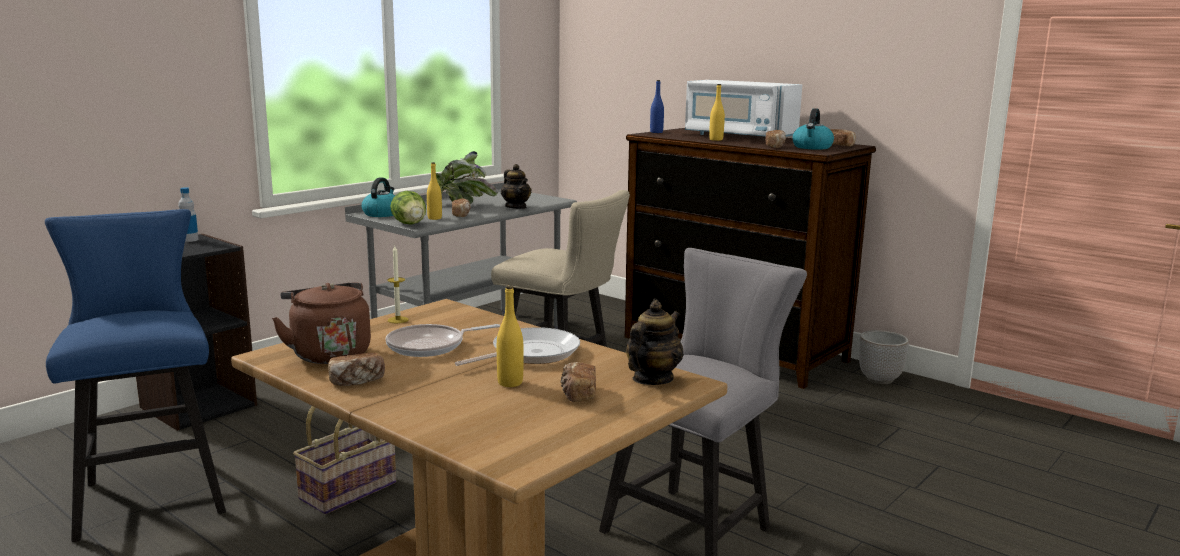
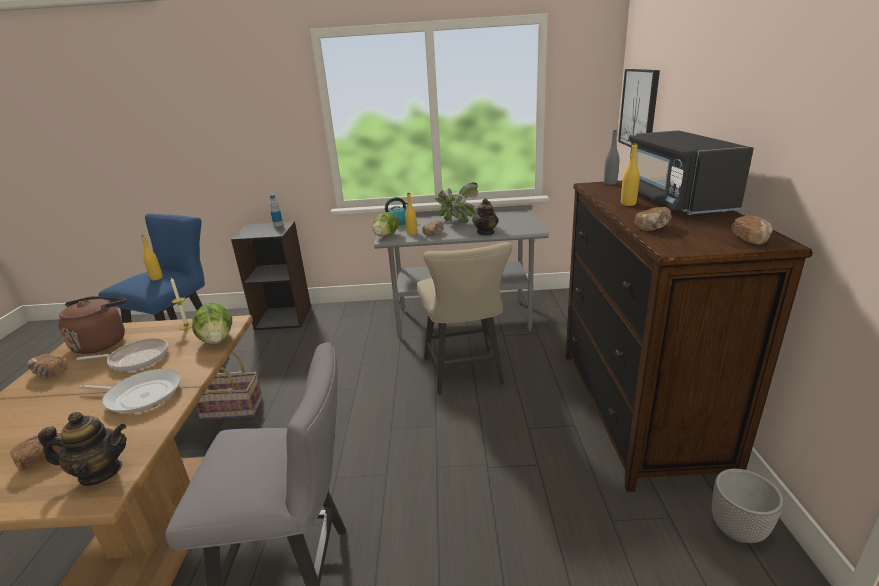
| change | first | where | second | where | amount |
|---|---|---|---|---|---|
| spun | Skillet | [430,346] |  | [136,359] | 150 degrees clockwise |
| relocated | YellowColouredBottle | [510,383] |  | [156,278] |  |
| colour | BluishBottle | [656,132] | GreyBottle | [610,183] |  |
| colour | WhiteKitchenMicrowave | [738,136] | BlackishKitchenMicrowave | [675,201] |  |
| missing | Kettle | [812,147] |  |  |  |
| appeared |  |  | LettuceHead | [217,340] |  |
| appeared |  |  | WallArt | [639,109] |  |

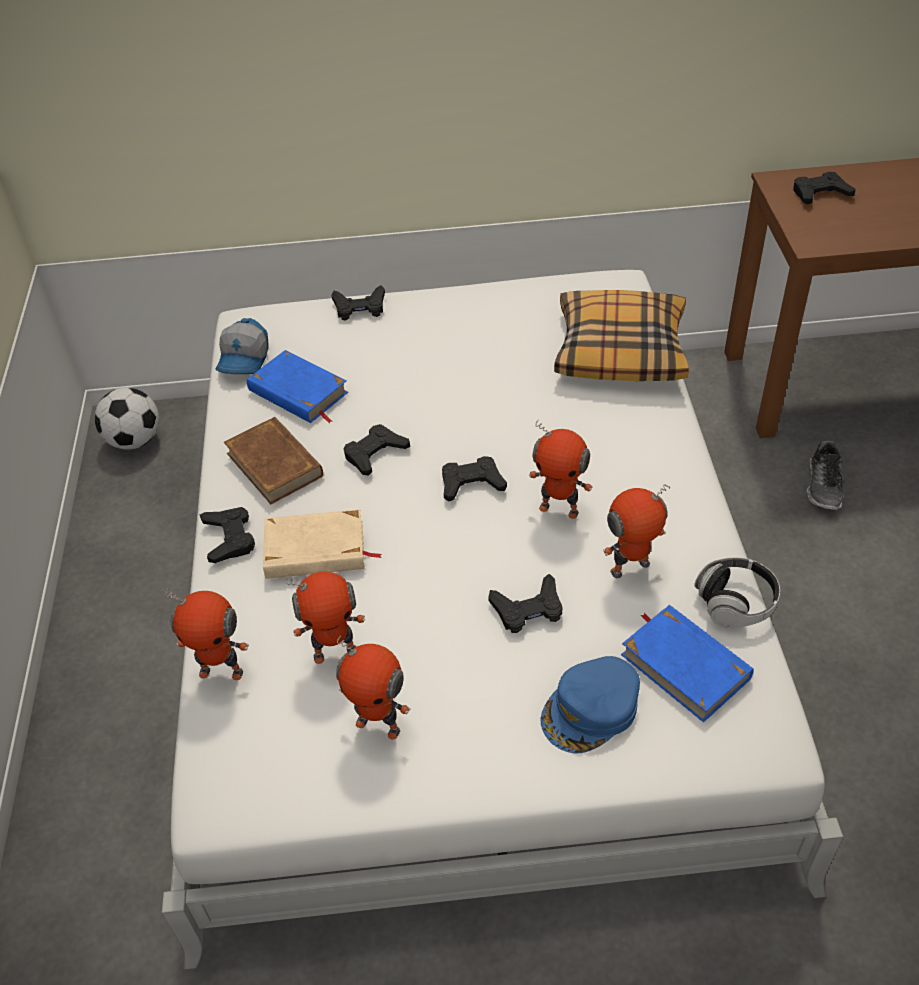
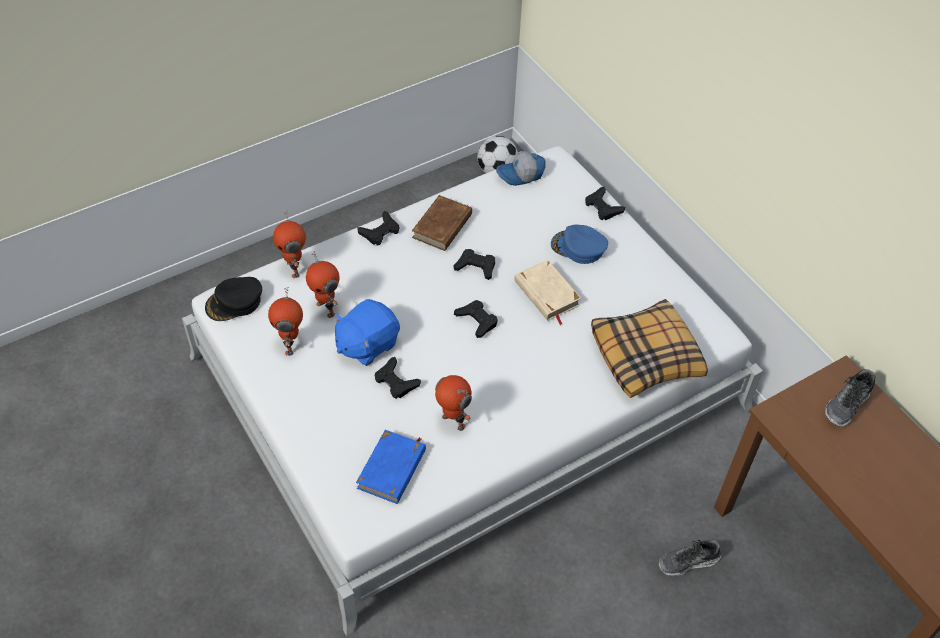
| change | first | where | second | where | amount |
|---|---|---|---|---|---|
| missing | BluishVolume | [298,392] |  |  |  |
| relocated | BeigeVolume | [315,550] |  | [546,294] |  |
| missing | RobotFigure | [559,508] |  |  |  |
| relocated | BluishPeakedCap | [591,710] |  | [578,247] |  |
| missing | PairOfHeadphones | [735,603] |  |  |  |
| exchanged | BlackishGameController | [820,193] | LowShoe | [847,405] |  |
| appeared |  |  | BlackishPeakedCap | [234,303] |  |
| appeared |  |  | BluishSoftToy | [367,344] |  |

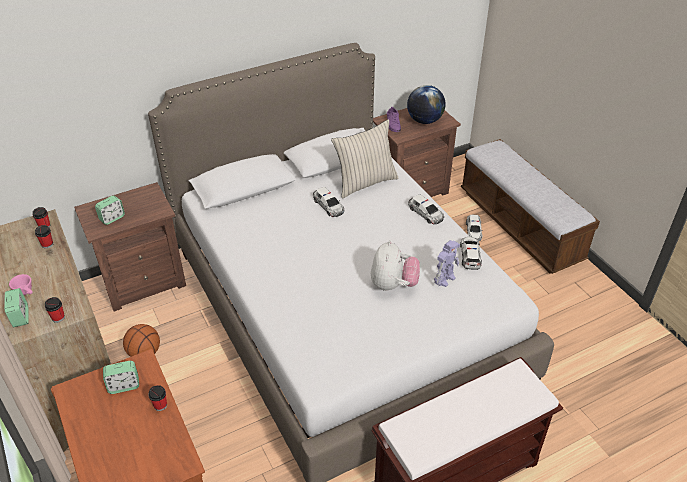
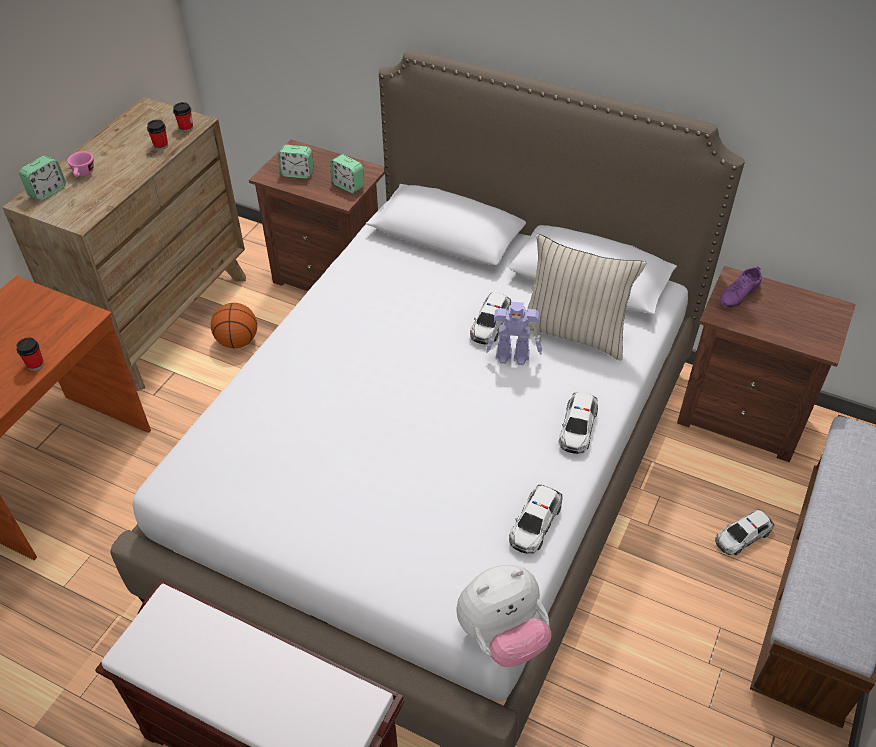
| change | first | where | second | where | amount |
|---|---|---|---|---|---|
| missing | DrinkingCup | [58,318] |  |  |  |
| relocated | TableClock | [124,386] |  | [348,186] |  |
| relocated | SoftToy | [393,285] |  | [502,635] |  |
| missing | Globe | [424,120] |  |  |  |
| relocated | RobotFigure | [445,278] |  | [513,356] |  |
| spun | MiniatureCar | [470,256] |  | [535,523] | 150 degrees clockwise |

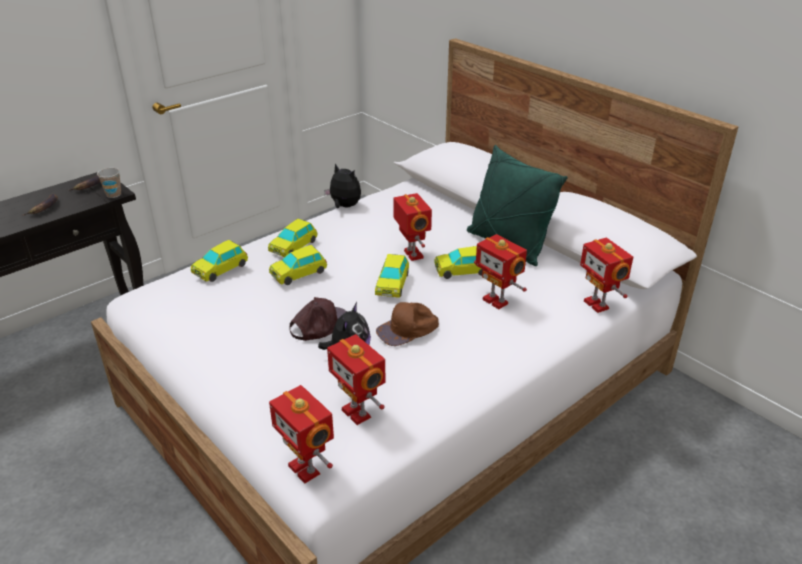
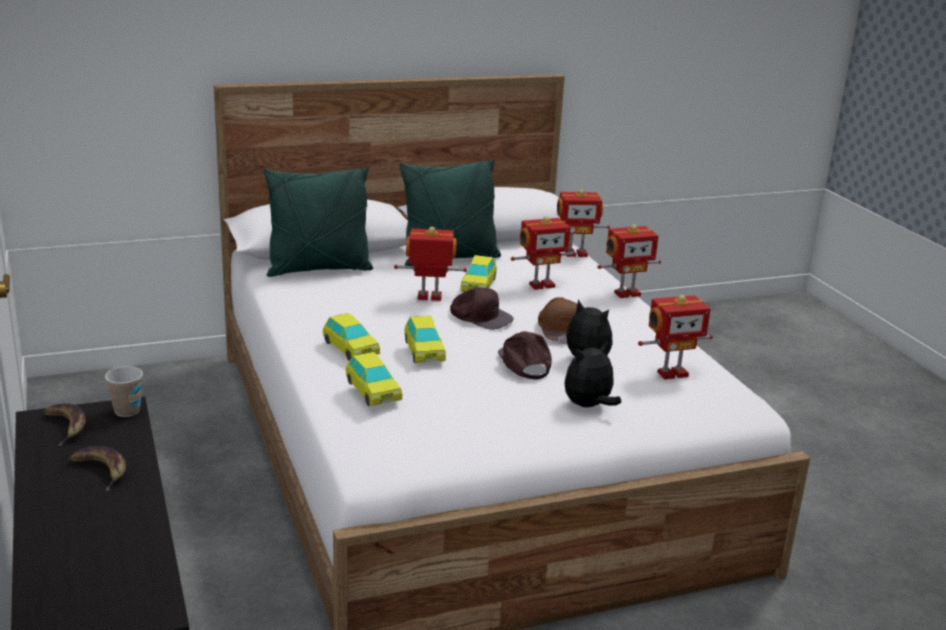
| change | first | where | second | where | amount |
|---|---|---|---|---|---|
| relocated | RobotFigure | [306,469] |  | [626,293] |  |
| relocated | SoftToy | [344,206] |  | [588,406] |  |
| exchanged | MiniatureCar | [392,284] | BrownPeakedCap | [480,316] |  |
| appeared |  |  | GreenishCushion | [319,269] |  |

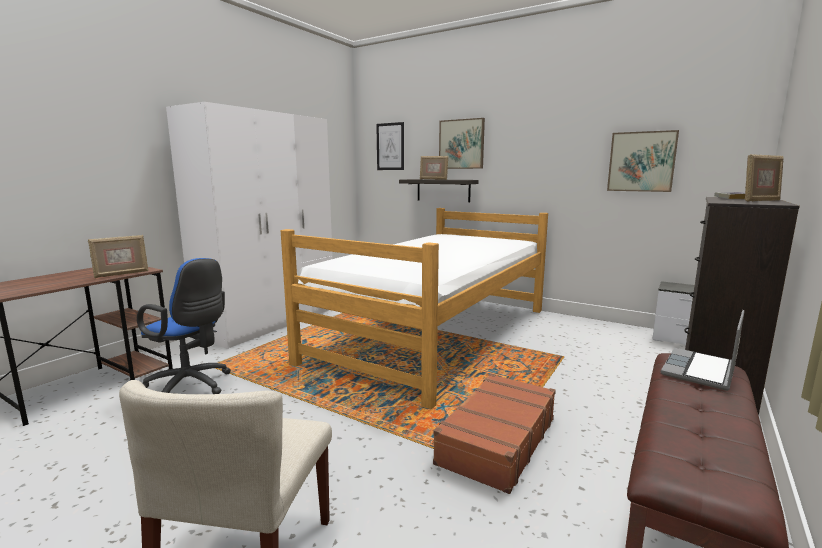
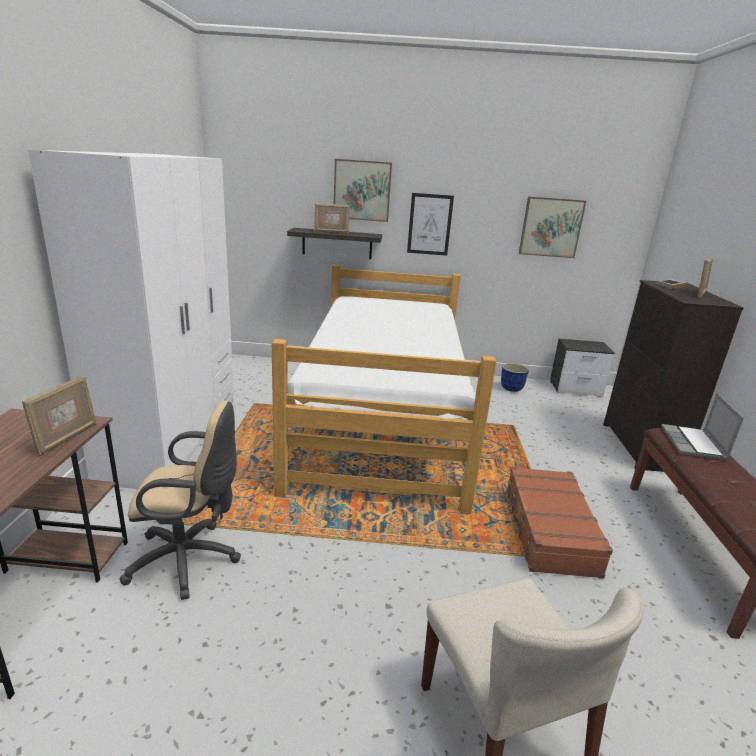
| change | first | where | second | where | amount |
|---|---|---|---|---|---|
| colour | BluishDeskChair | [191,387] | BeigeDeskChair | [189,560] |  |
| relocated | WallArt | [390,146] |  | [429,224] |  |
| appeared |  |  | PlantPot | [511,389] |  |

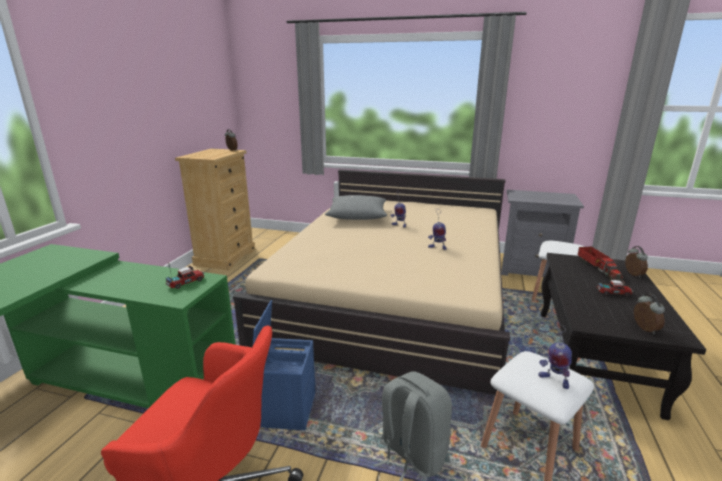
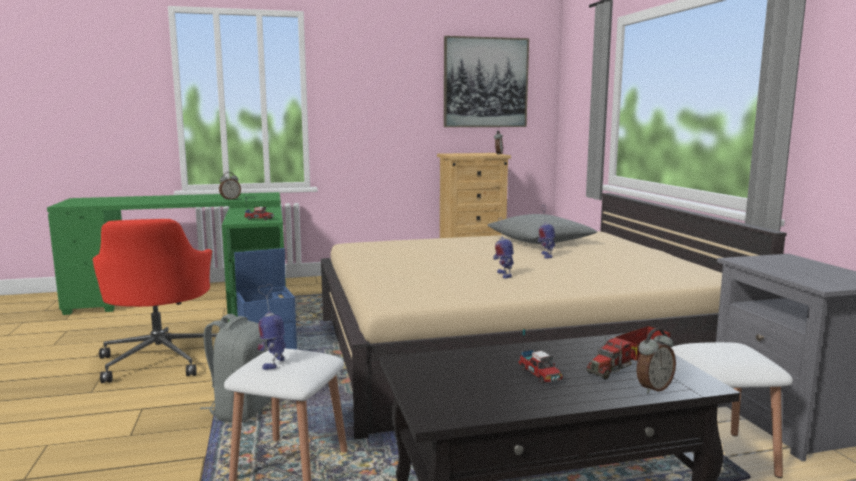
| change | first | where | second | where | amount |
|---|---|---|---|---|---|
| relocated | TableClock | [644,329] |  | [230,199] |  |
| appeared |  |  | WallArt | [485,82] |  |

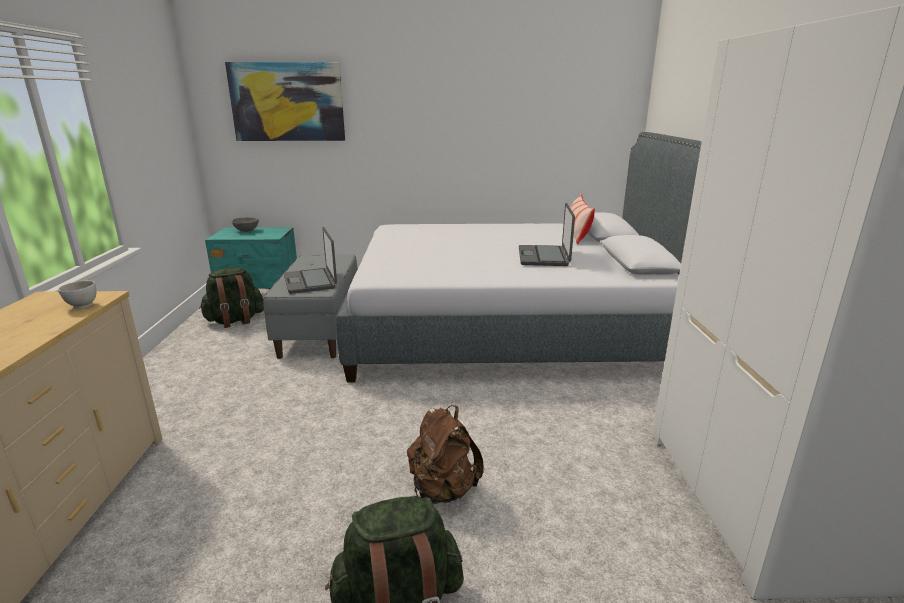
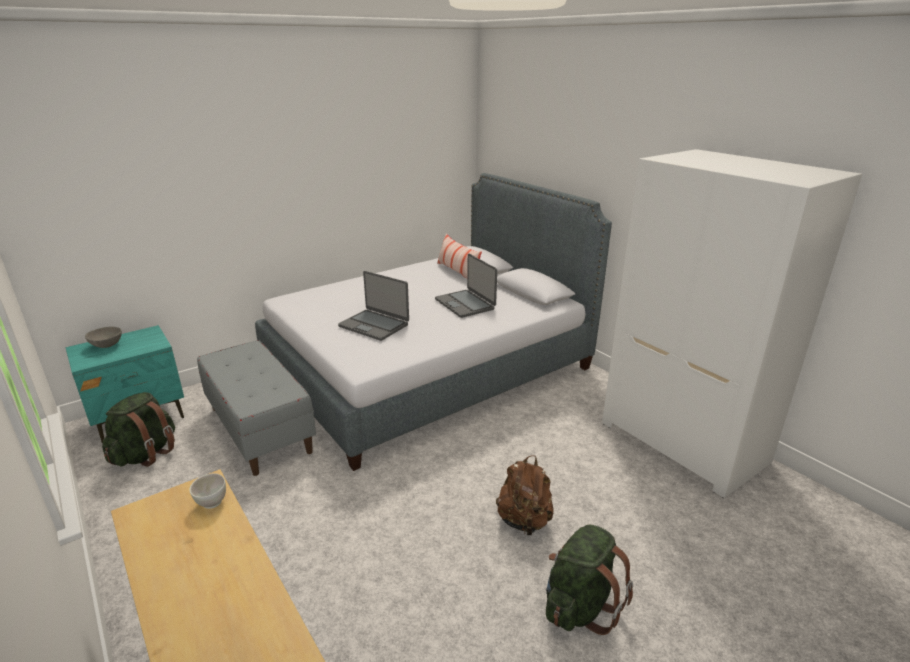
| change | first | where | second | where | amount |
|---|---|---|---|---|---|
| missing | WallArt | [287,102] |  |  |  |
| relocated | PortableComputer | [310,281] |  | [374,325] |  |

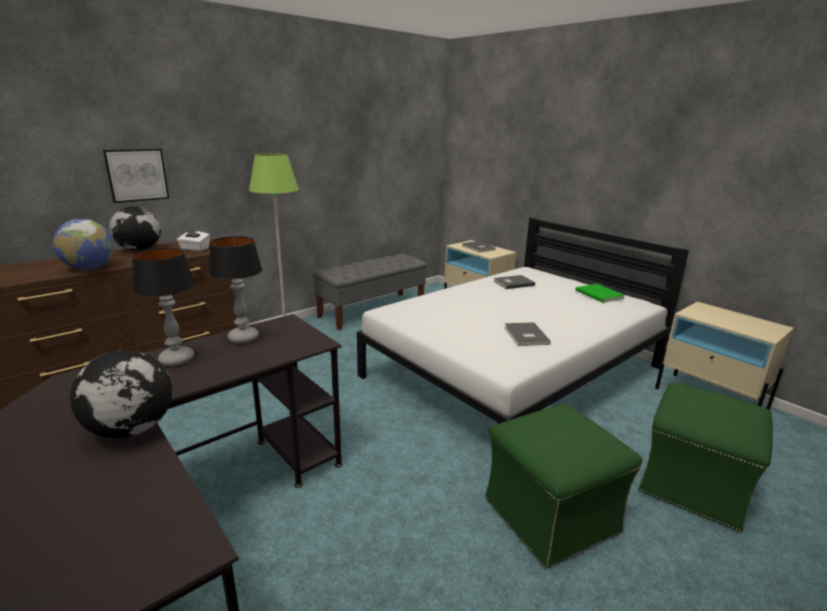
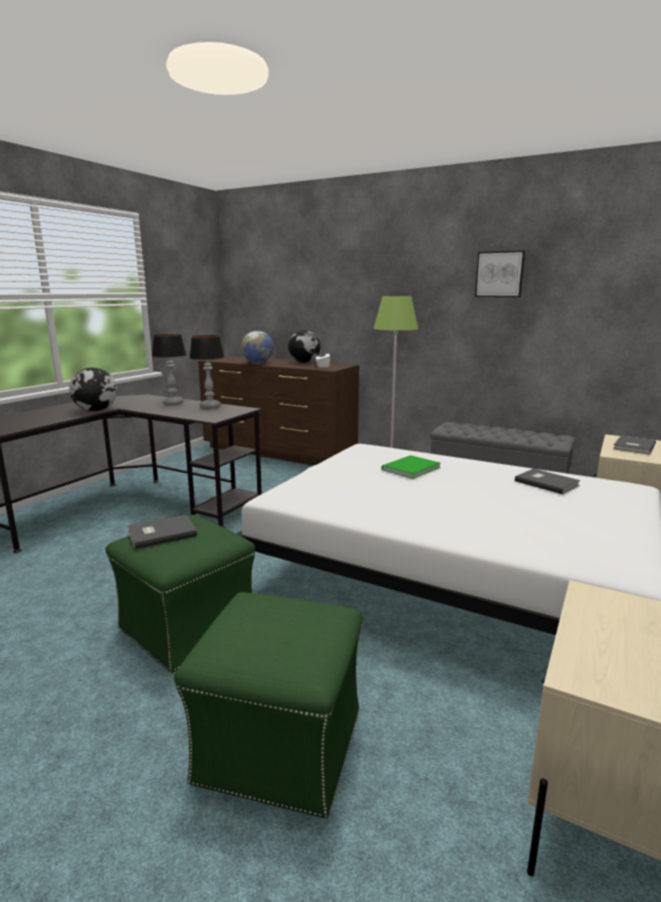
| change | first | where | second | where | amount |
|---|---|---|---|---|---|
| relocated | WallArt | [137,175] |  | [499,274] |  |
| relocated | GreyVolume | [525,336] |  | [160,533] |  |
| relocated | GreenishVolume | [599,295] |  | [409,468] |  |

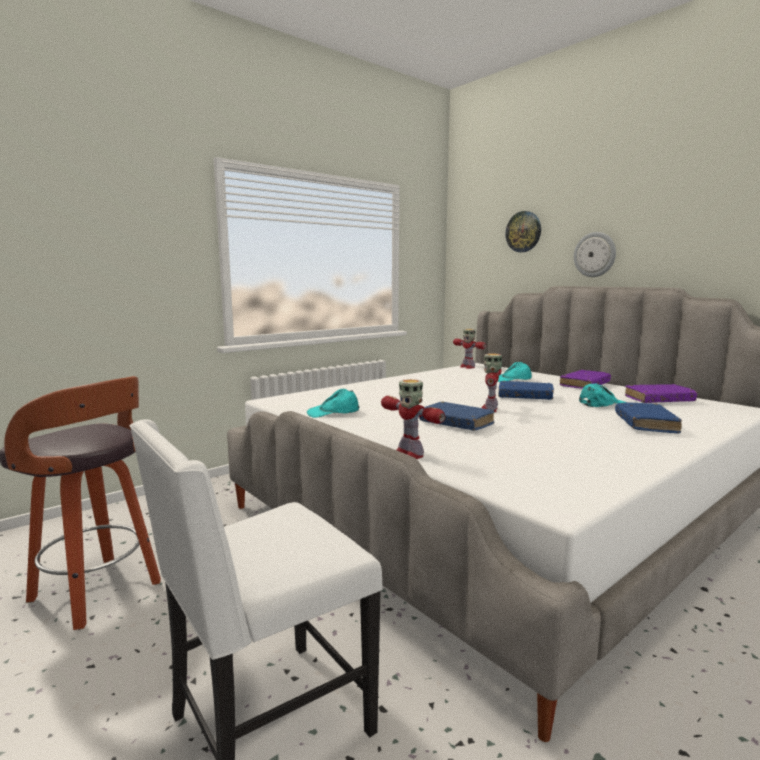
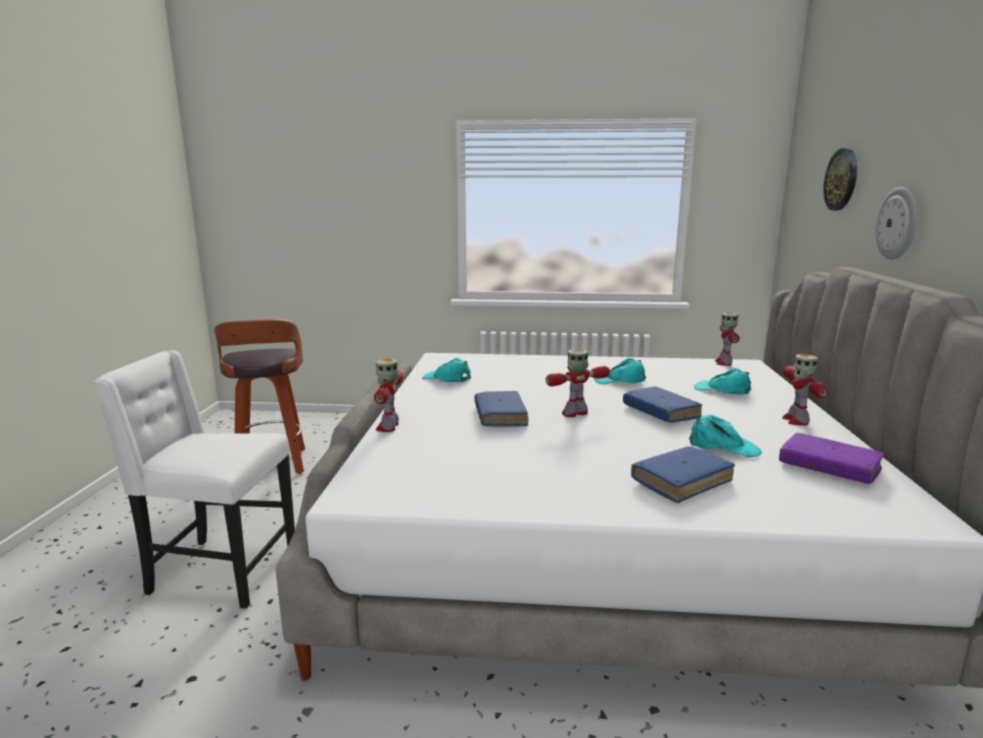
| change | first | where | second | where | amount |
|---|---|---|---|---|---|
| exchanged | PurpleColouredVolume | [584,385] | RobotFigure | [796,420] |  |
| appeared |  |  | TurquoisePeakedCap | [619,380] |  |

